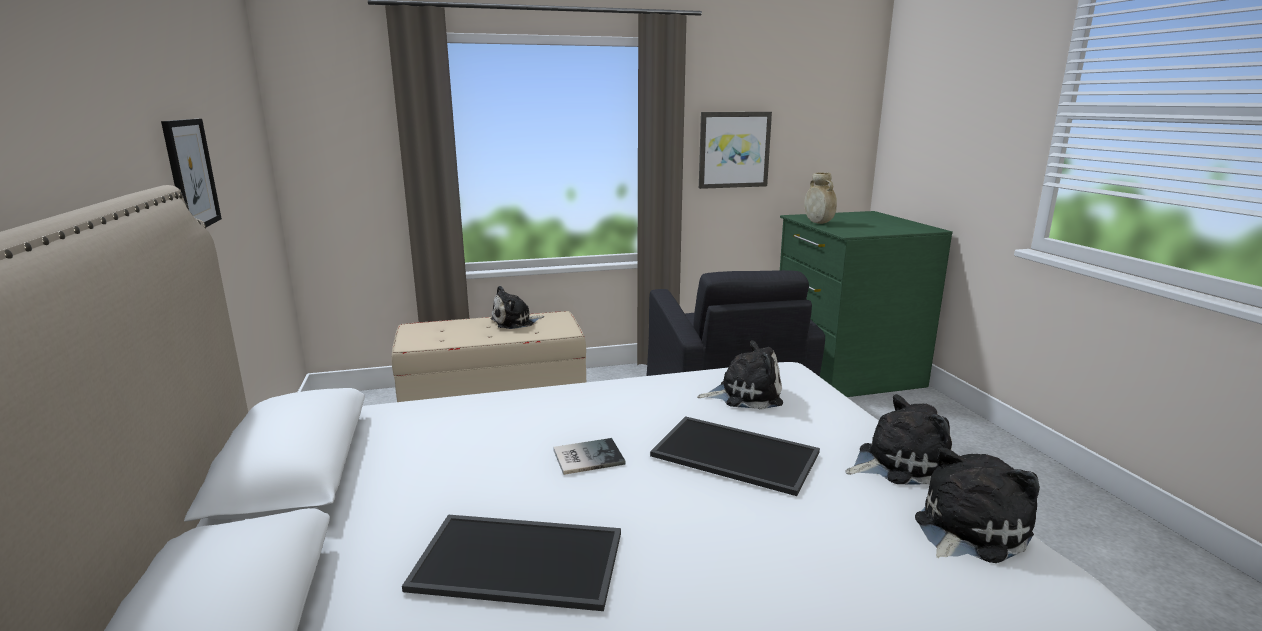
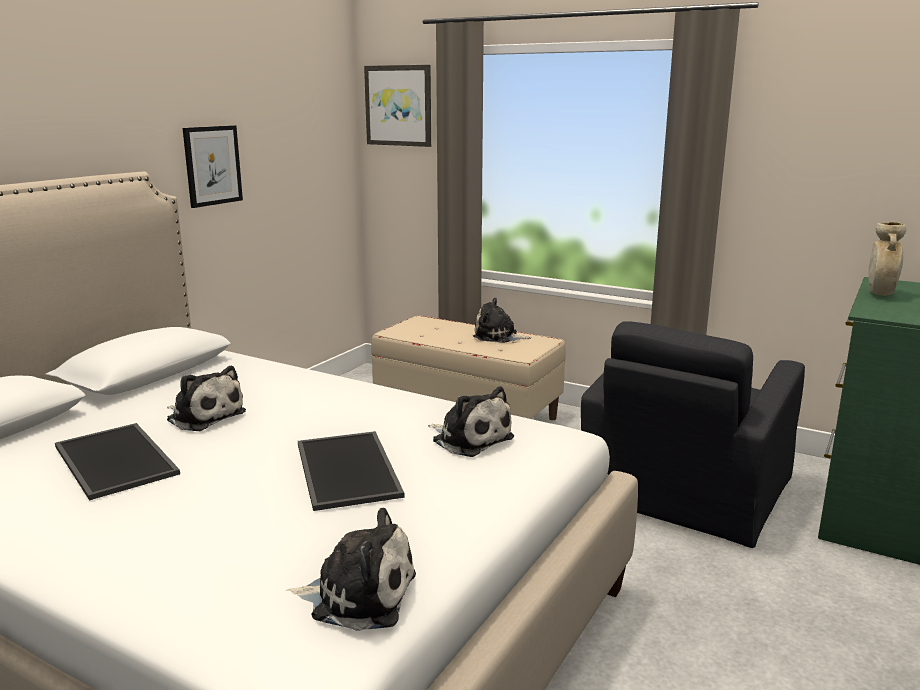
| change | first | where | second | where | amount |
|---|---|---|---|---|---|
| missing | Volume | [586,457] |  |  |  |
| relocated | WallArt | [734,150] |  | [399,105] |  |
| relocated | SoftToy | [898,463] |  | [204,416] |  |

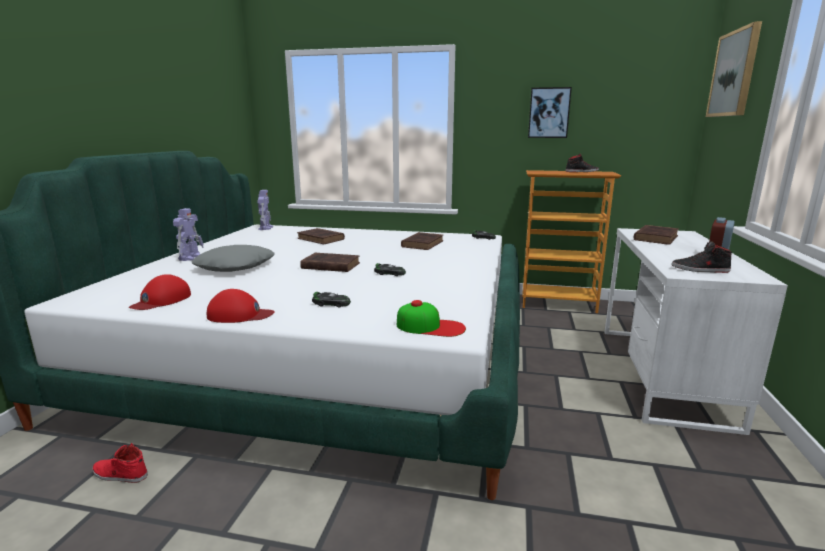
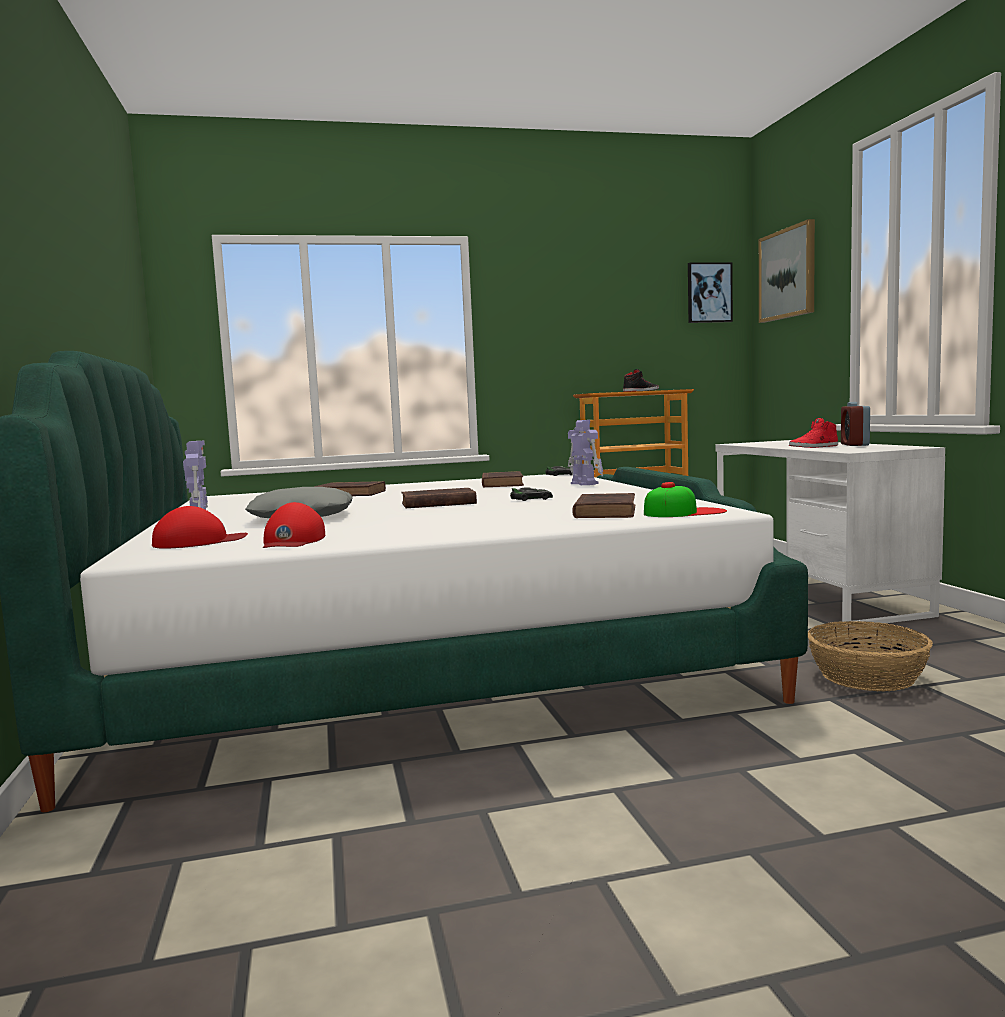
| change | first | where | second | where | amount |
|---|---|---|---|---|---|
| relocated | RedLowShoe | [119,474] |  | [814,447] |  |
| relocated | RedPeakedCap | [239,315] |  | [198,542] |  |
| relocated | RobotFigure | [266,228] |  | [584,483] |  |
| missing | MiniatureCar | [331,304] |  |  |  |
| relocated | WallArt | [549,113] |  | [709,293] |  |
| relocated | BrownVolume | [656,238] |  | [605,511] |  |
| missing | BlackishLowShoe | [700,269] |  |  |  |
| appeared |  |  | StorageBasket | [866,676] |  |

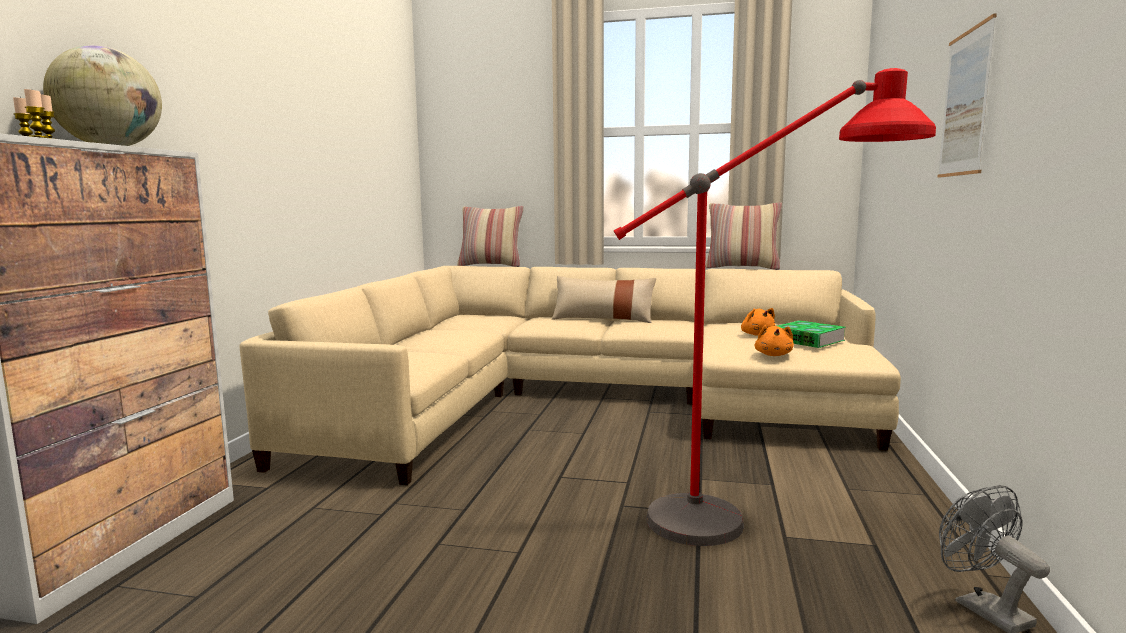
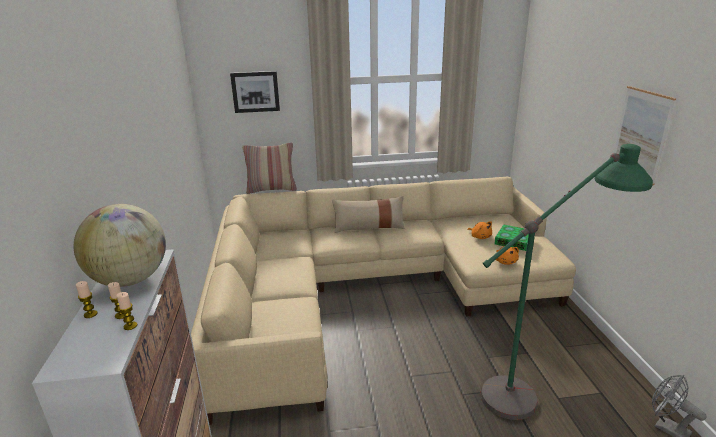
| change | first | where | second | where | amount |
|---|---|---|---|---|---|
| colour | RedFloorLamp | [761,518] | GreenishFloorLamp | [539,386] |  |
| missing | Cushion | [742,268] |  |  |  |
| appeared |  |  | WallArt | [255,91] |  |

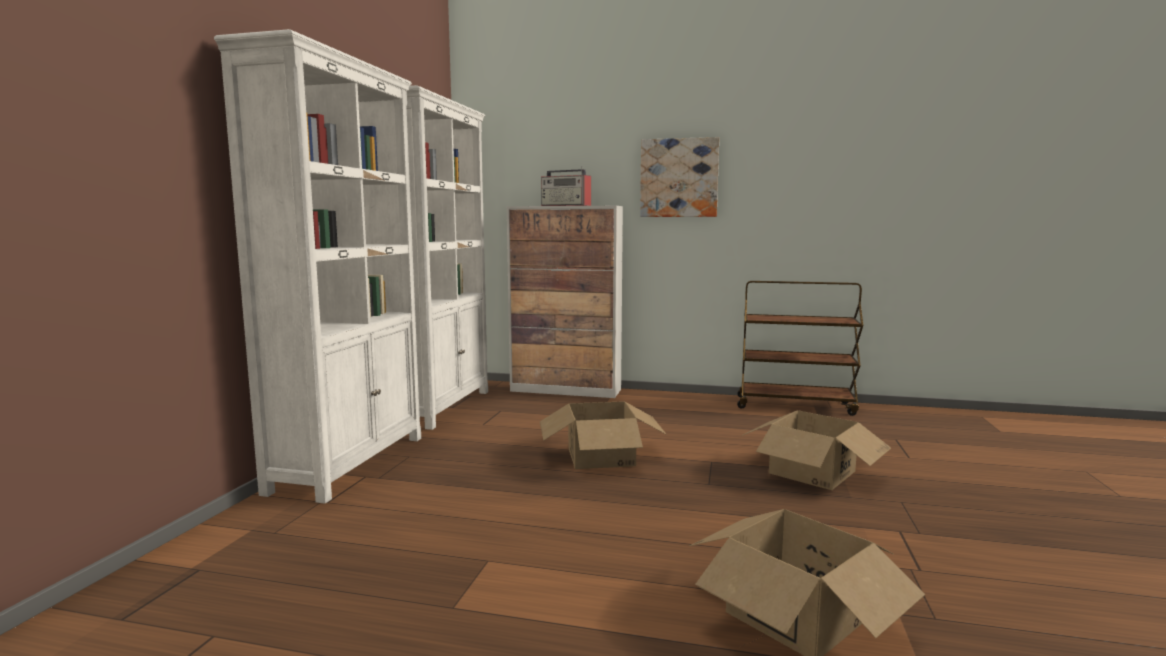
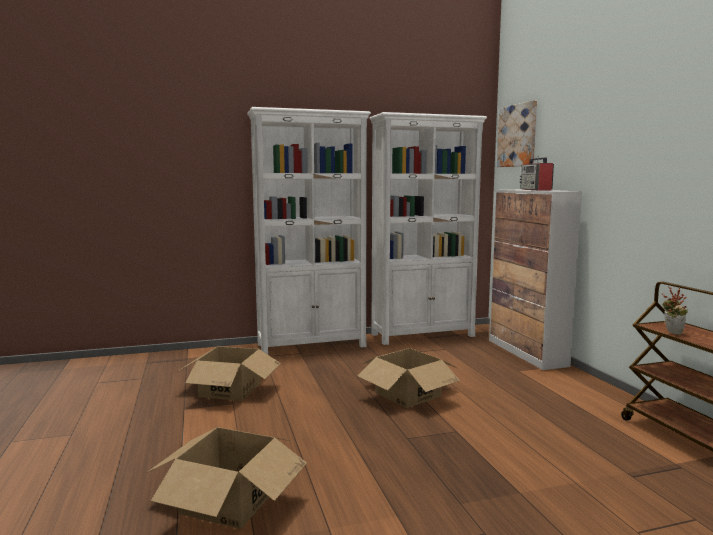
| change | first | where | second | where | amount |
|---|---|---|---|---|---|
| relocated | WallArt | [679,178] |  | [517,135] |  |
| relocated | Carton | [812,472] |  | [230,390] |  |
| appeared |  |  | Houseplant | [671,332] |  |

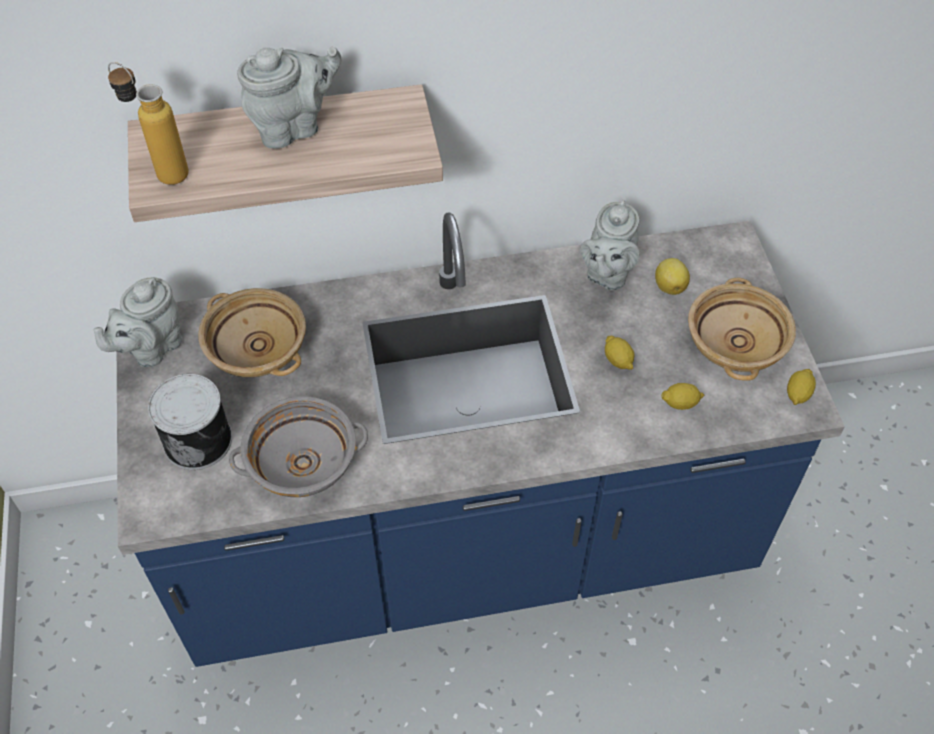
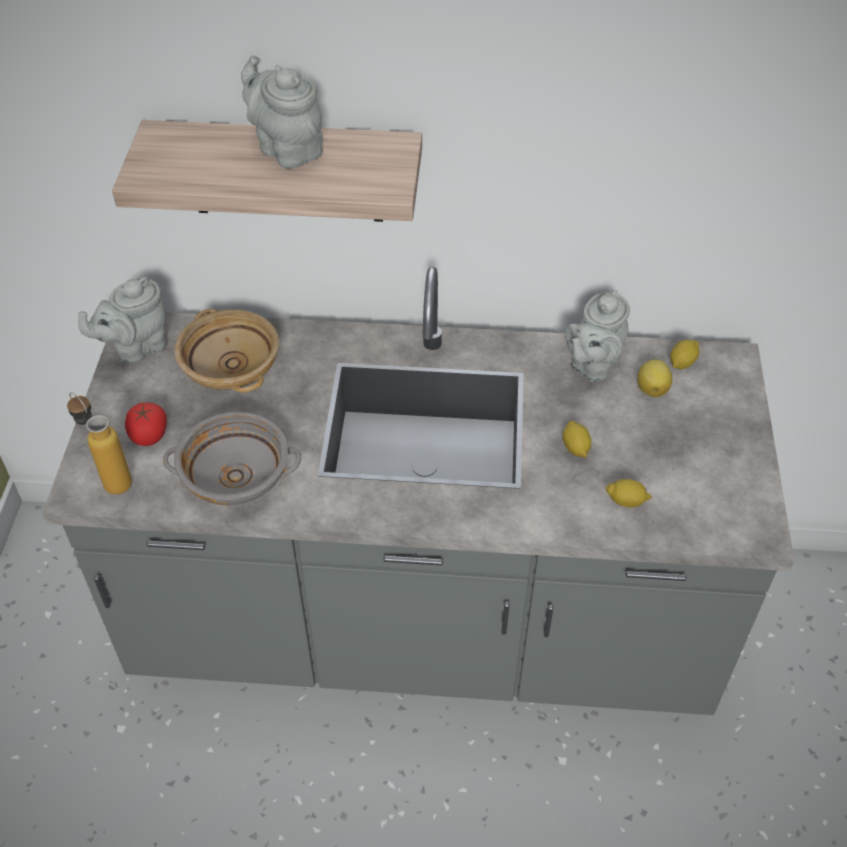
| change | first | where | second | where | amount |
|---|---|---|---|---|---|
| relocated | Bottle | [162,171] |  | [110,478] |  |
| colour | BluishKitchenBaseUnit | [467,544] | GreyKitchenBaseUnit | [423,625] |  |
| exchanged | Can | [199,439] | FreshTomato | [149,435] |  |
| spun | GreyTeapot | [293,127] |  | [287,149] | 120 degrees counterclockwise |
| missing | BeigeServingBowl | [734,343] |  |  |  |
| relocated | Lemon | [798,394] |  | [682,362] |  |

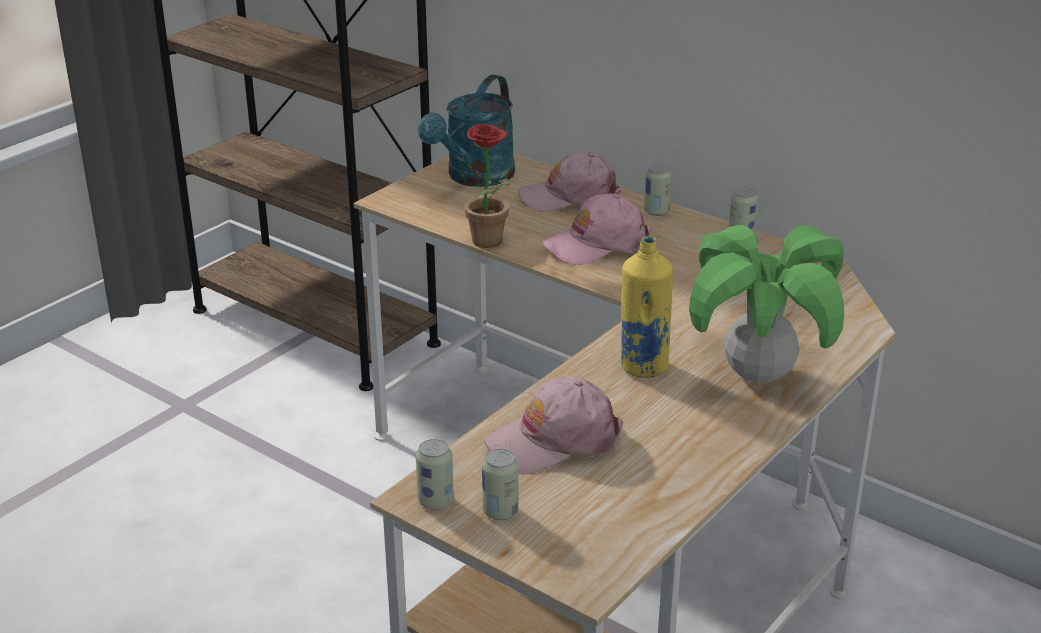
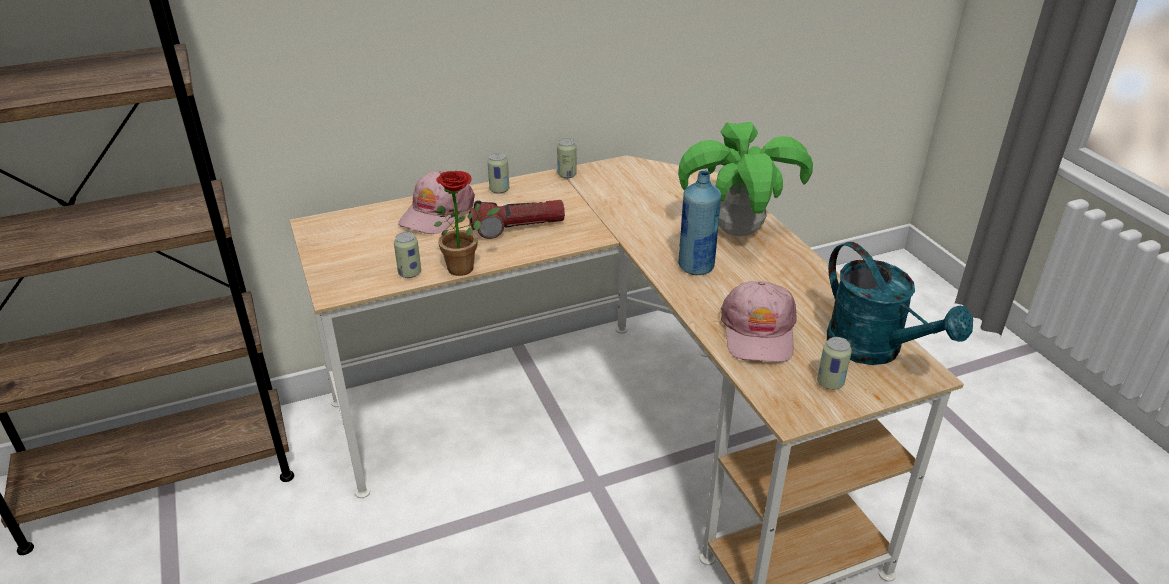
| change | first | where | second | where | amount |
|---|---|---|---|---|---|
| relocated | Can | [435,501] |  | [410,273] |  |
| relocated | TurquoiseWateringCan | [474,178] |  | [875,350] |  |
| exchanged | PinkishPeakedCap | [596,244] | HandTorch | [517,227] |  |
| colour | YellowColouredBottle | [643,367] | BluishBottle | [696,267] |  |

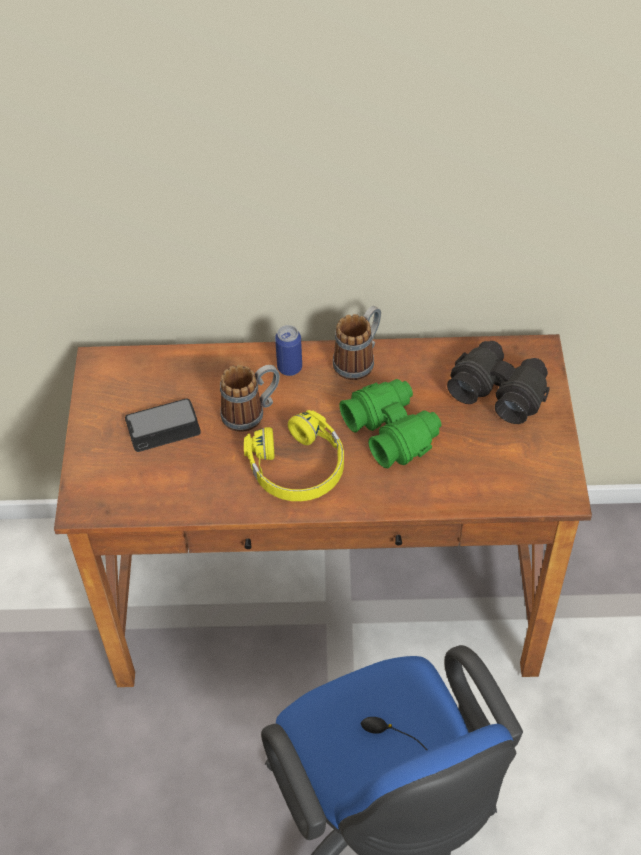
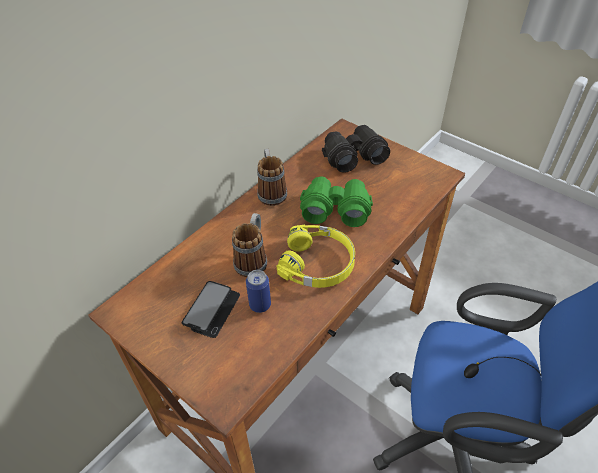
| change | first | where | second | where | amount |
|---|---|---|---|---|---|
| relocated | Can | [289,368] |  | [260,305] |  |

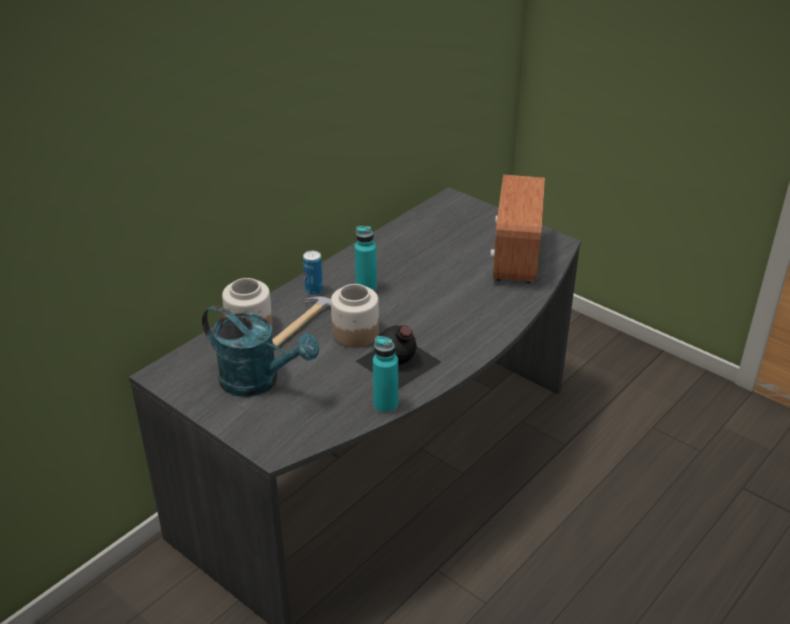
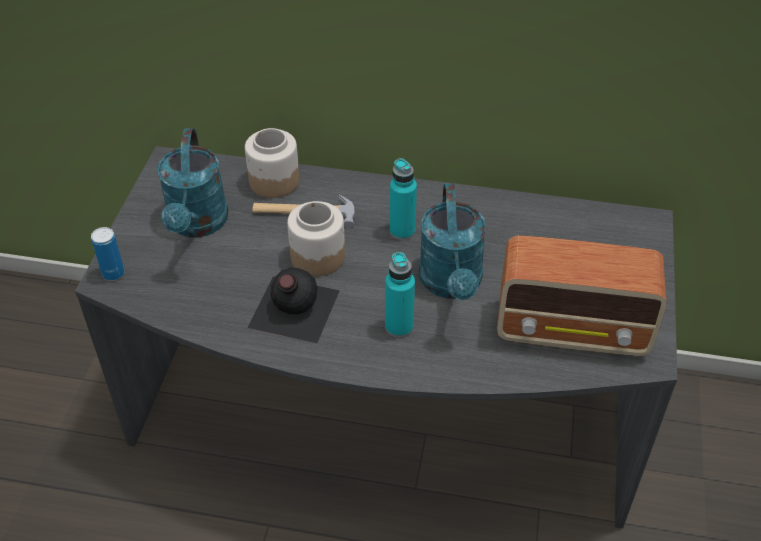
| change | first | where | second | where | amount |
|---|---|---|---|---|---|
| relocated | Can | [314,291] |  | [113,273] |  |
| relocated | TurquoiseBottle | [385,405] |  | [399,327] |  |
| spun | RadioReceiver | [516,258] |  | [573,330] | 150 degrees counterclockwise |
| appeared |  |  | TurquoiseWateringCan | [452,284] |  |

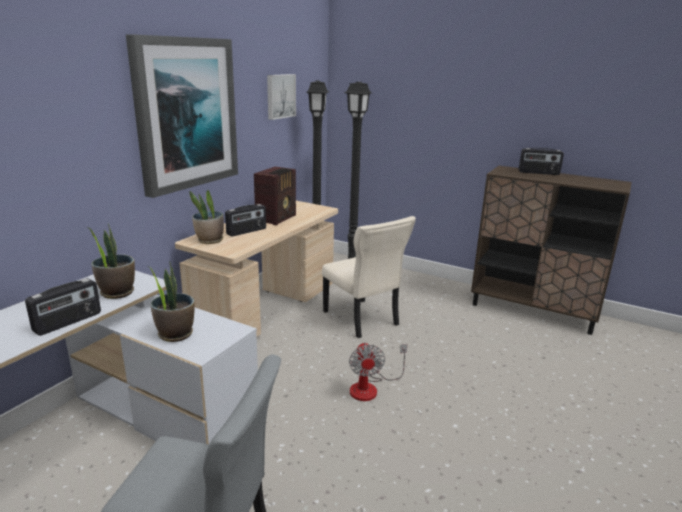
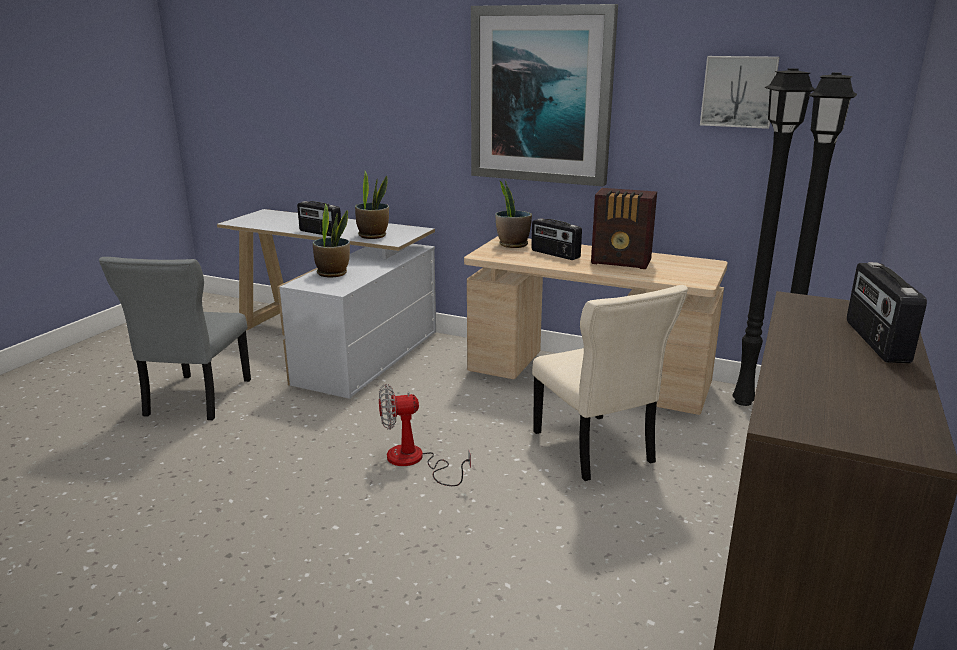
| change | first | where | second | where | amount |
|---|---|---|---|---|---|
| spun | BeigePlainChair | [362,319] |  | [595,449] | 75 degrees counterclockwise |

